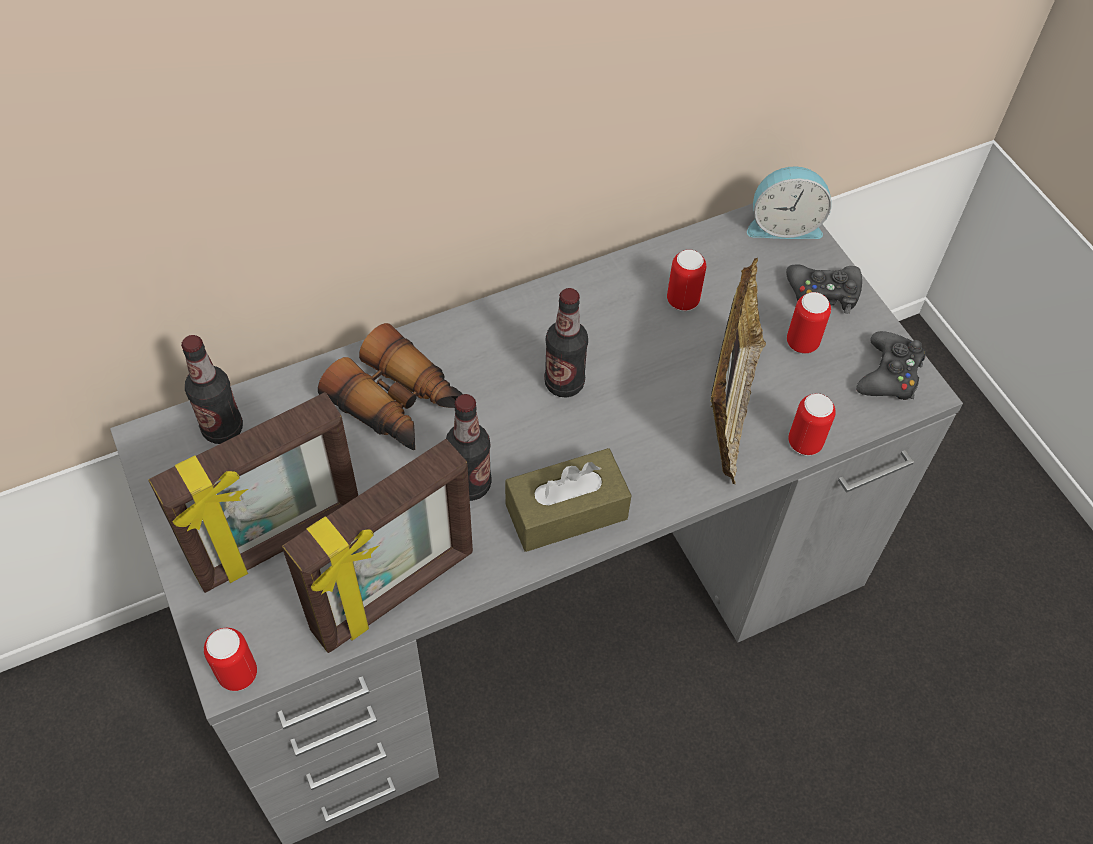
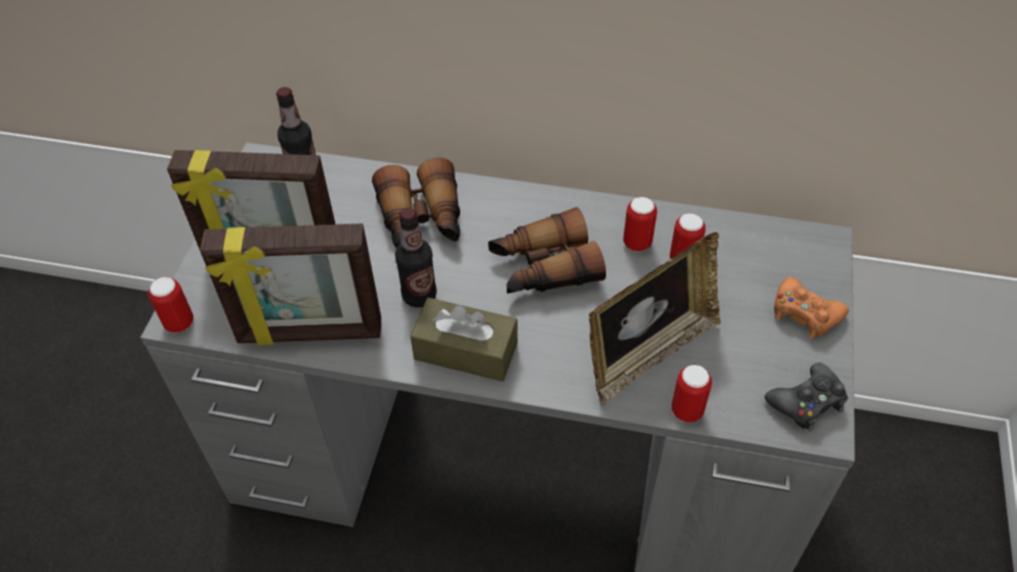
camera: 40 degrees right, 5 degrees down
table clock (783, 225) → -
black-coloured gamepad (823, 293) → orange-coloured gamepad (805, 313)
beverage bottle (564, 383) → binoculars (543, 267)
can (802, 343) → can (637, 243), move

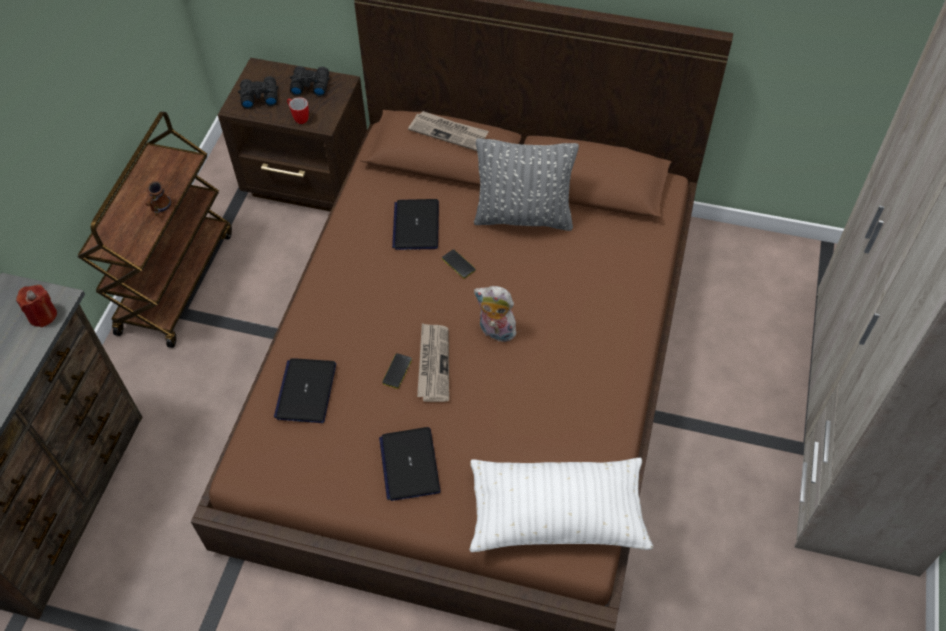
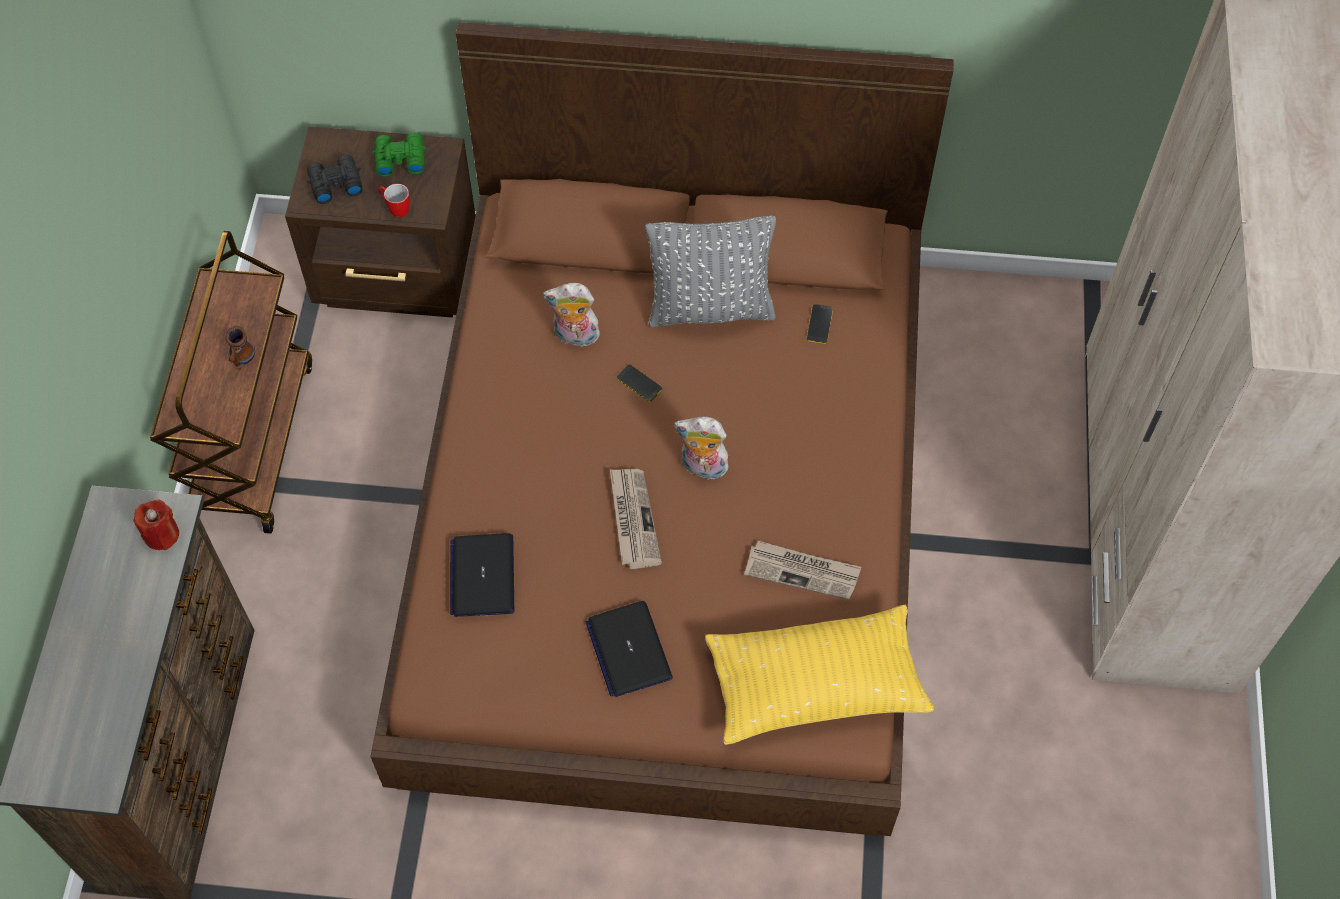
camera: 10 degrees left, 5 degrees up
black-coloured binoculars (309, 85) → greenish binoculars (399, 159)
printed paper (449, 132) → printed paper (802, 571), move
portable computer (416, 225) → plush toy (575, 337)
handset (397, 371) → handset (819, 324), move
whitish throw pillow (557, 514) → yellow-coloured throw pillow (815, 685)

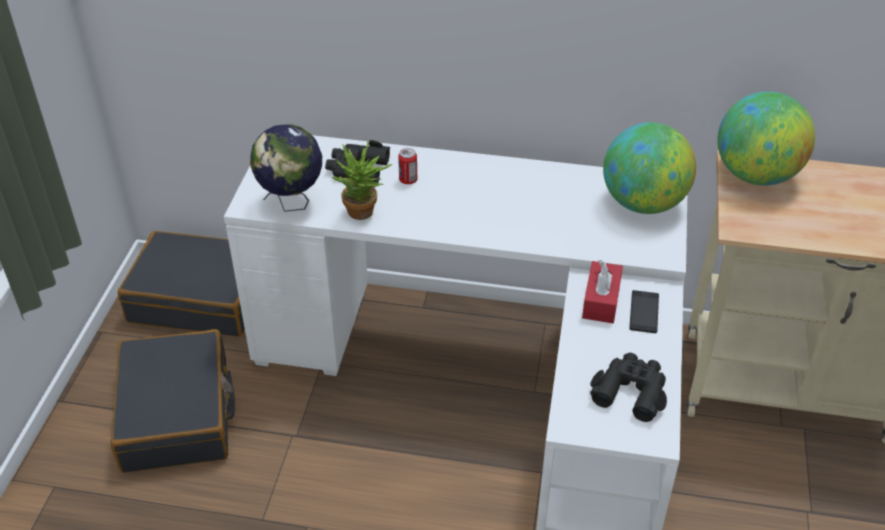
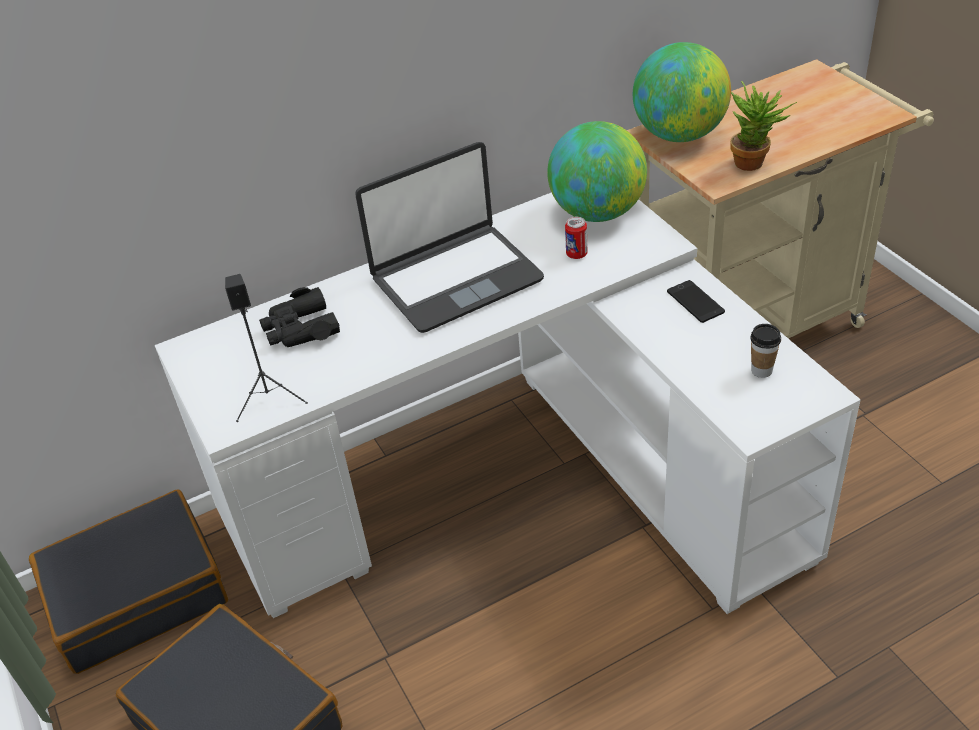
camera: 35 degrees left, 0 degrees up
globe (291, 203) → black-coloured loudspeaker (270, 398)
plant in a pot (364, 214) → plant in a pot (754, 163), move
can (408, 180) → can (576, 254), move
red-coloured tissue holder (601, 301) → -
black-coloured binoculars (630, 391) → drinking cup (761, 370)
- → portable computer (455, 279)

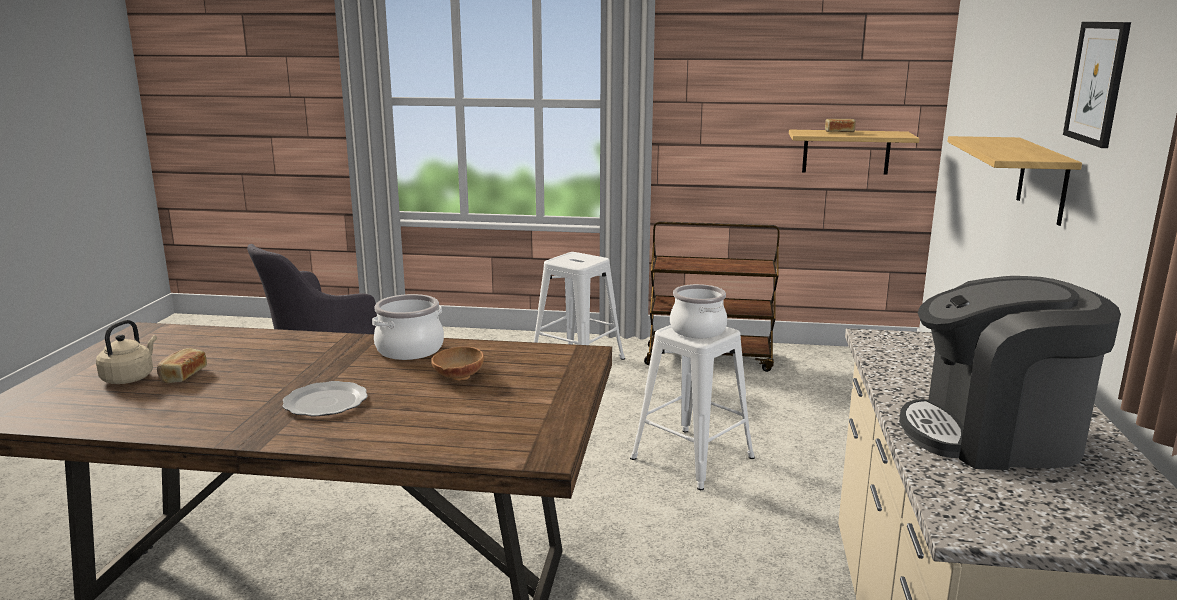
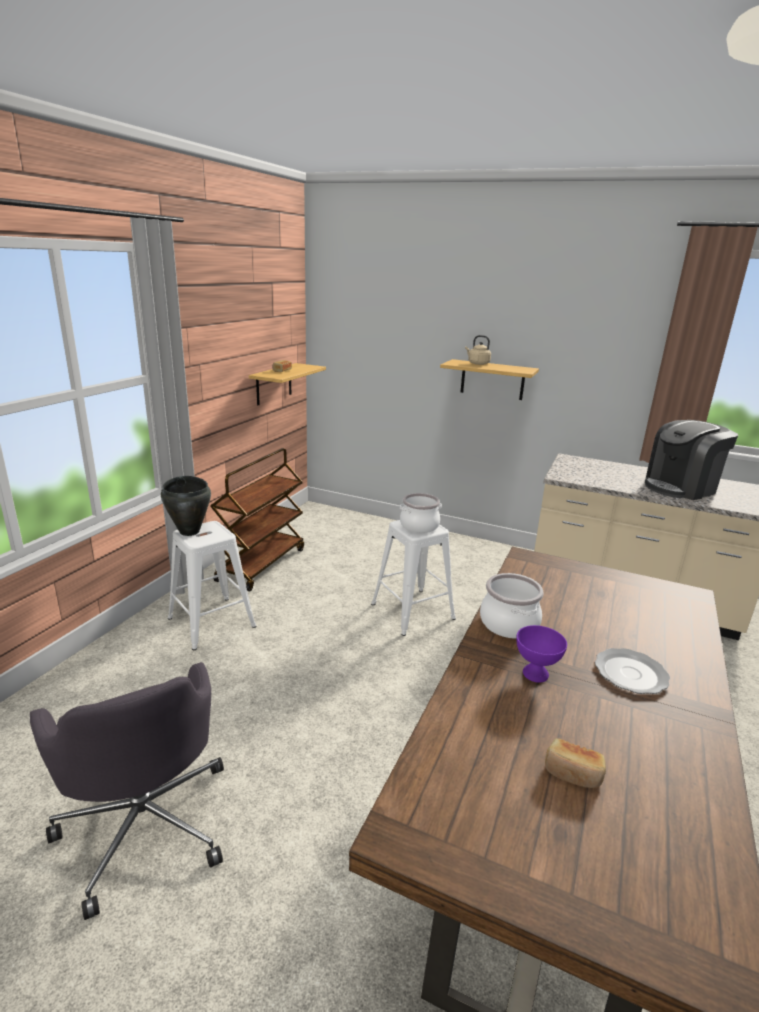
camera: 75 degrees left, 5 degrees up
wall picture (1097, 82) → -
coffee brewer (995, 436) → coffee brewer (681, 487), 45 degrees clockwise
beige tea kettle (130, 378) → beige tea kettle (477, 363), move
brown-coloured serving bowl (457, 377) → -
- → black-coloured saucepot (190, 531)
- → purple-coloured serving bowl (535, 674)

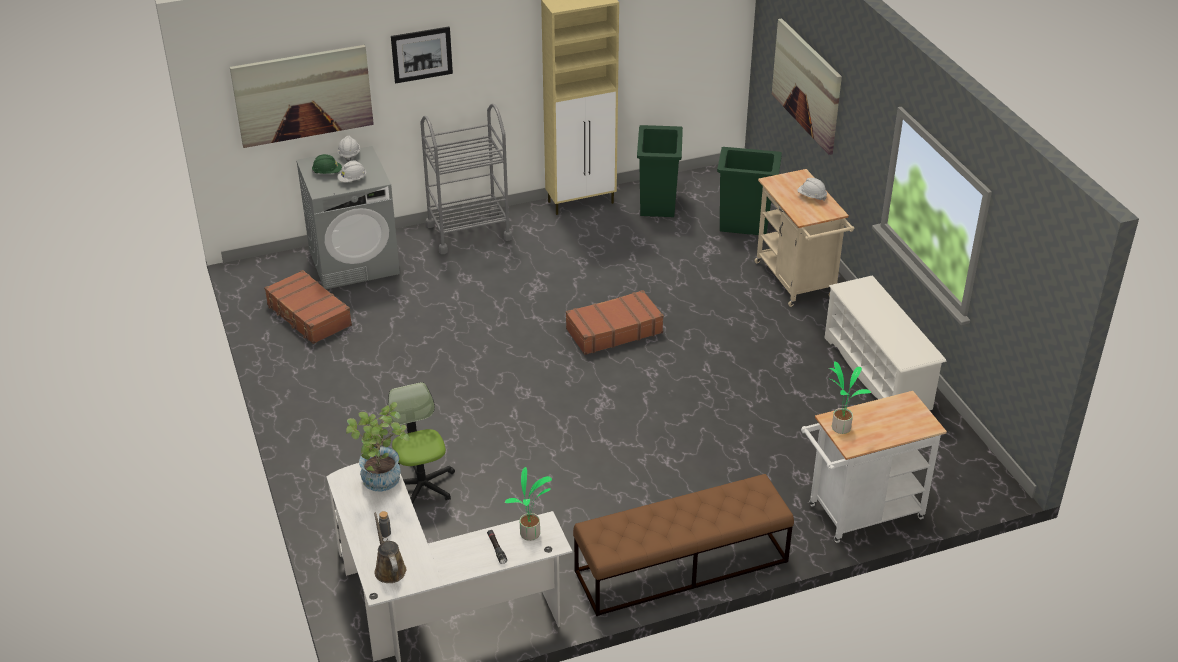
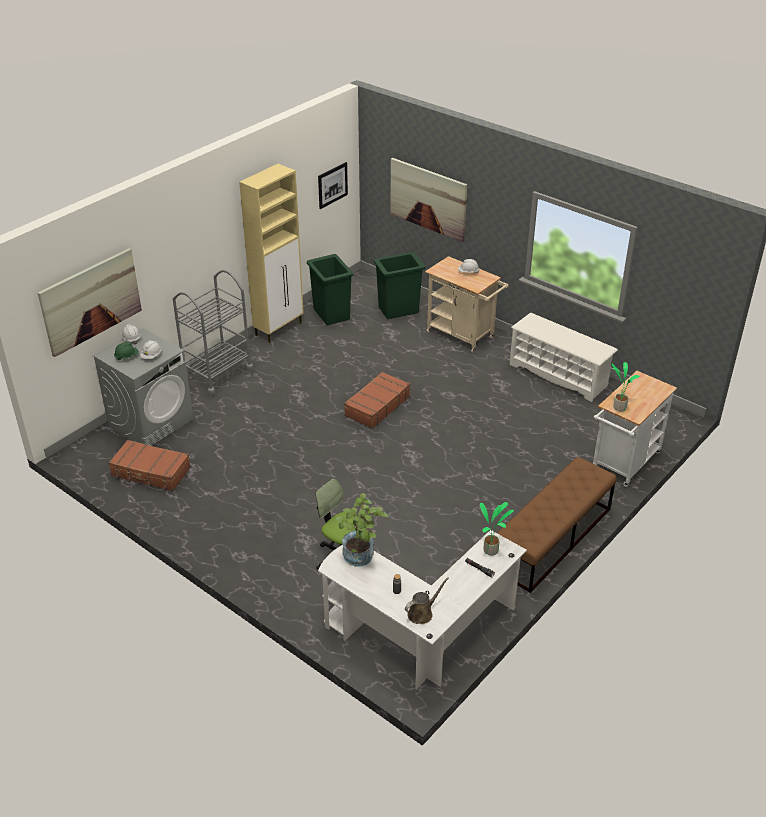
camera: 30 degrees left, 0 degrees up
wall picture (421, 54) → wall picture (332, 185), move
brown-coloured sprinkling can (389, 568) → brown-coloured sprinkling can (422, 613), 105 degrees clockwise

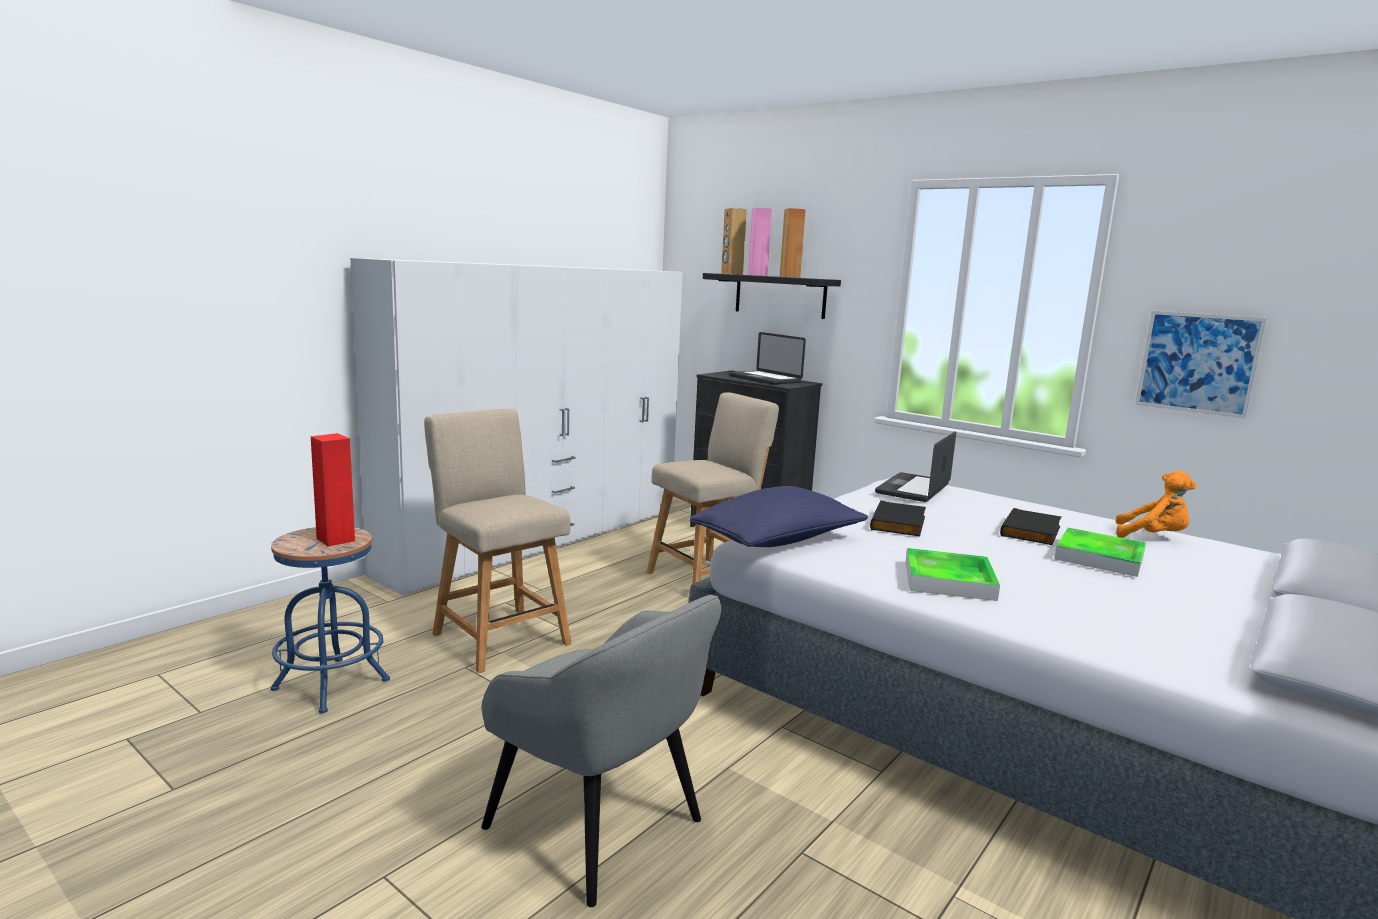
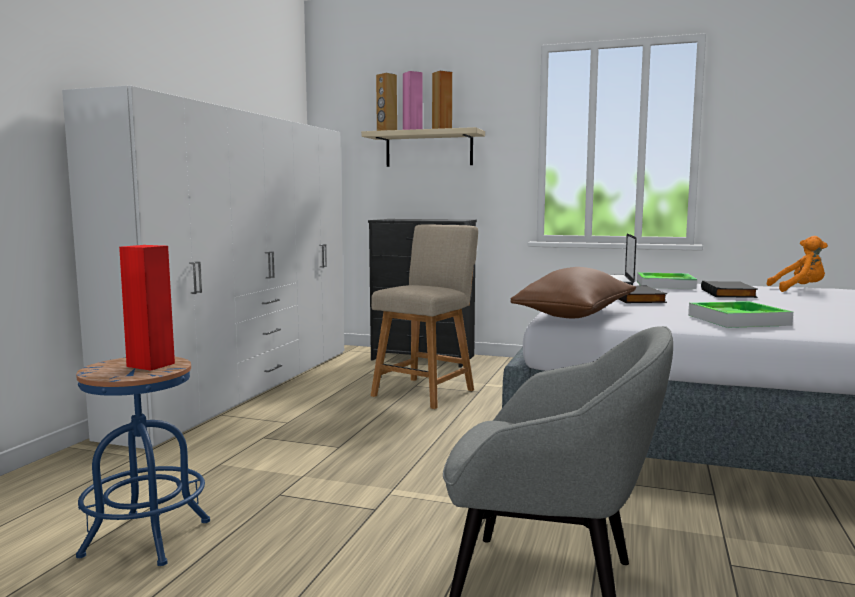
camera: 20 degrees left, 5 degrees down
black-coloured bracket shelf (780, 296) → beige bracket shelf (429, 149)
wall picture (1198, 363) → -
portable computer (764, 379) → -
beige chair (498, 636) → -
blue throw pillow (778, 541) → brown-coloured throw pillow (576, 316)
serving tray (1099, 557) → serving tray (665, 285), move

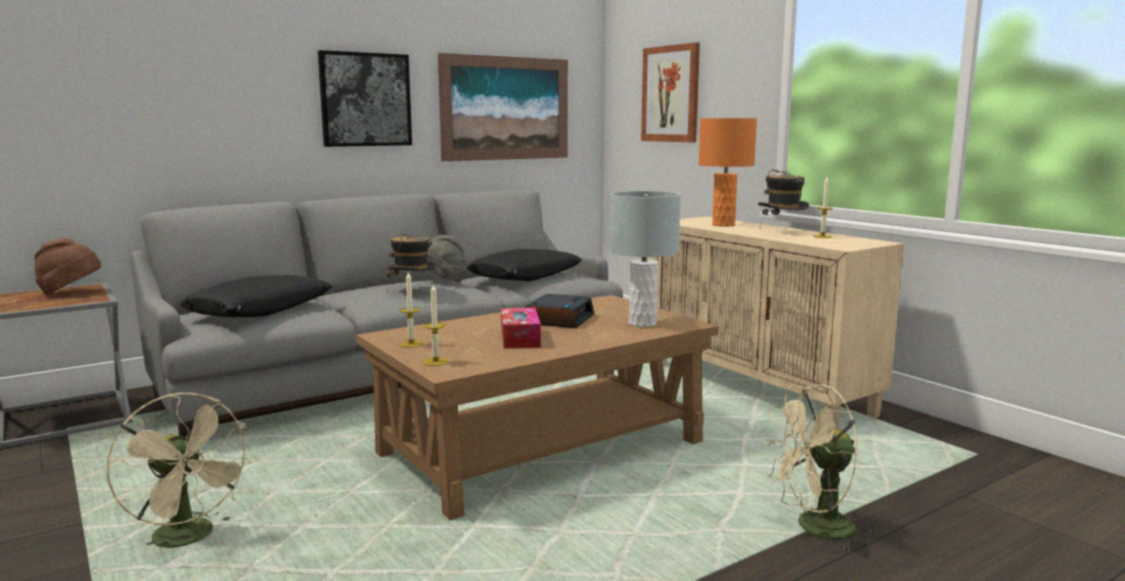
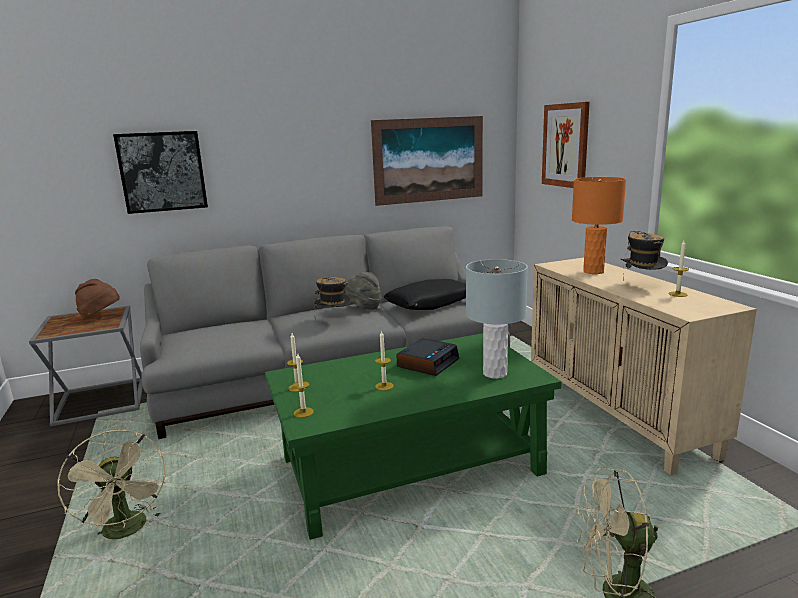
camera: 15 degrees right, 5 degrees up
wall picture (365, 99) → wall picture (162, 171), move
black-coloured throw pillow (260, 310) → -
brown-coloured lounge table (542, 447) → greenish lounge table (411, 465)
tissue holder (520, 338) → candle (384, 386)

